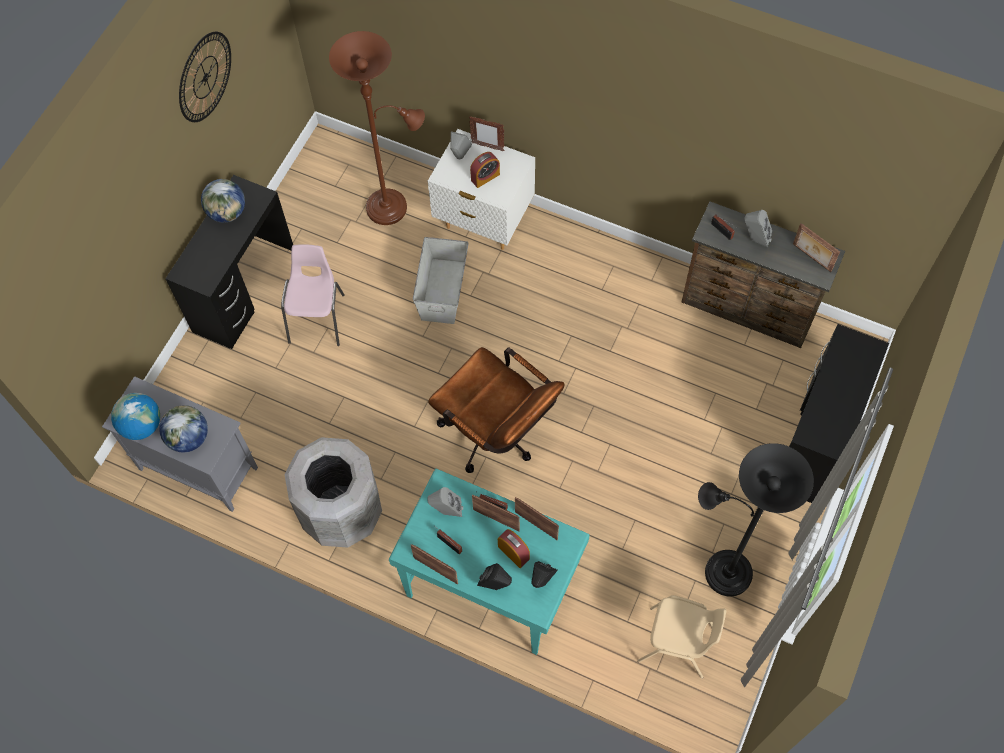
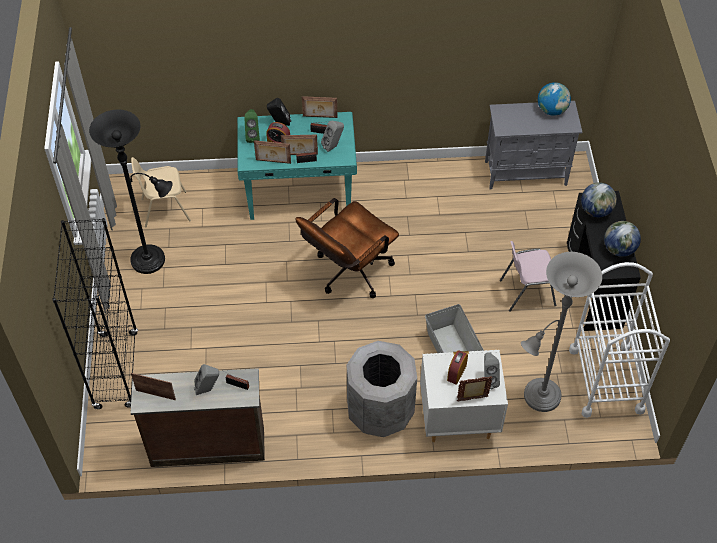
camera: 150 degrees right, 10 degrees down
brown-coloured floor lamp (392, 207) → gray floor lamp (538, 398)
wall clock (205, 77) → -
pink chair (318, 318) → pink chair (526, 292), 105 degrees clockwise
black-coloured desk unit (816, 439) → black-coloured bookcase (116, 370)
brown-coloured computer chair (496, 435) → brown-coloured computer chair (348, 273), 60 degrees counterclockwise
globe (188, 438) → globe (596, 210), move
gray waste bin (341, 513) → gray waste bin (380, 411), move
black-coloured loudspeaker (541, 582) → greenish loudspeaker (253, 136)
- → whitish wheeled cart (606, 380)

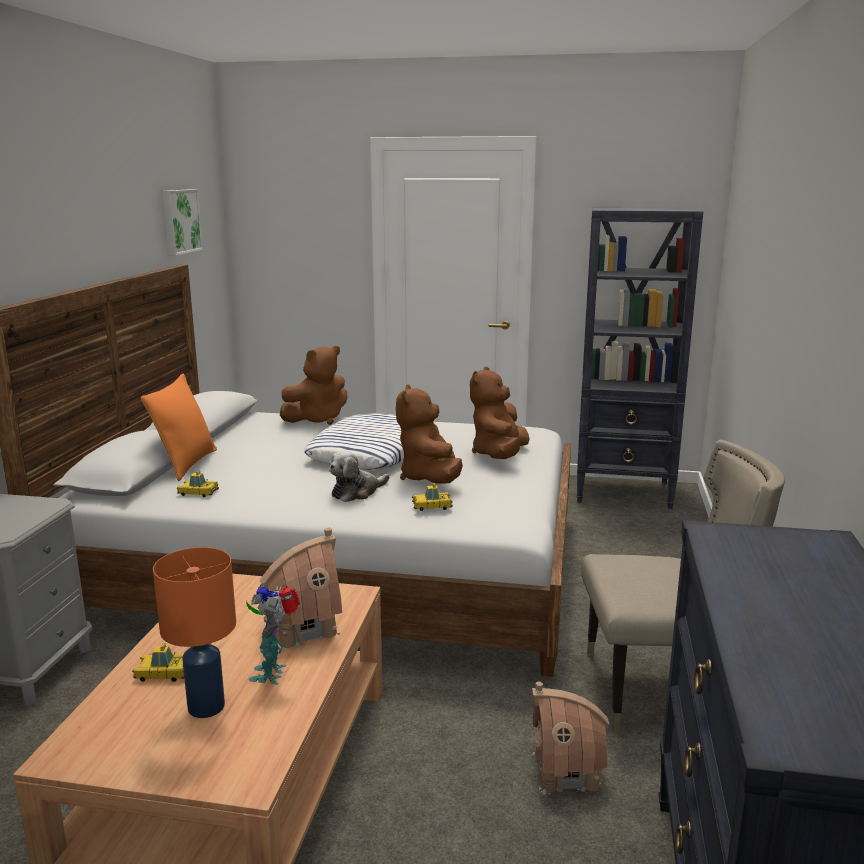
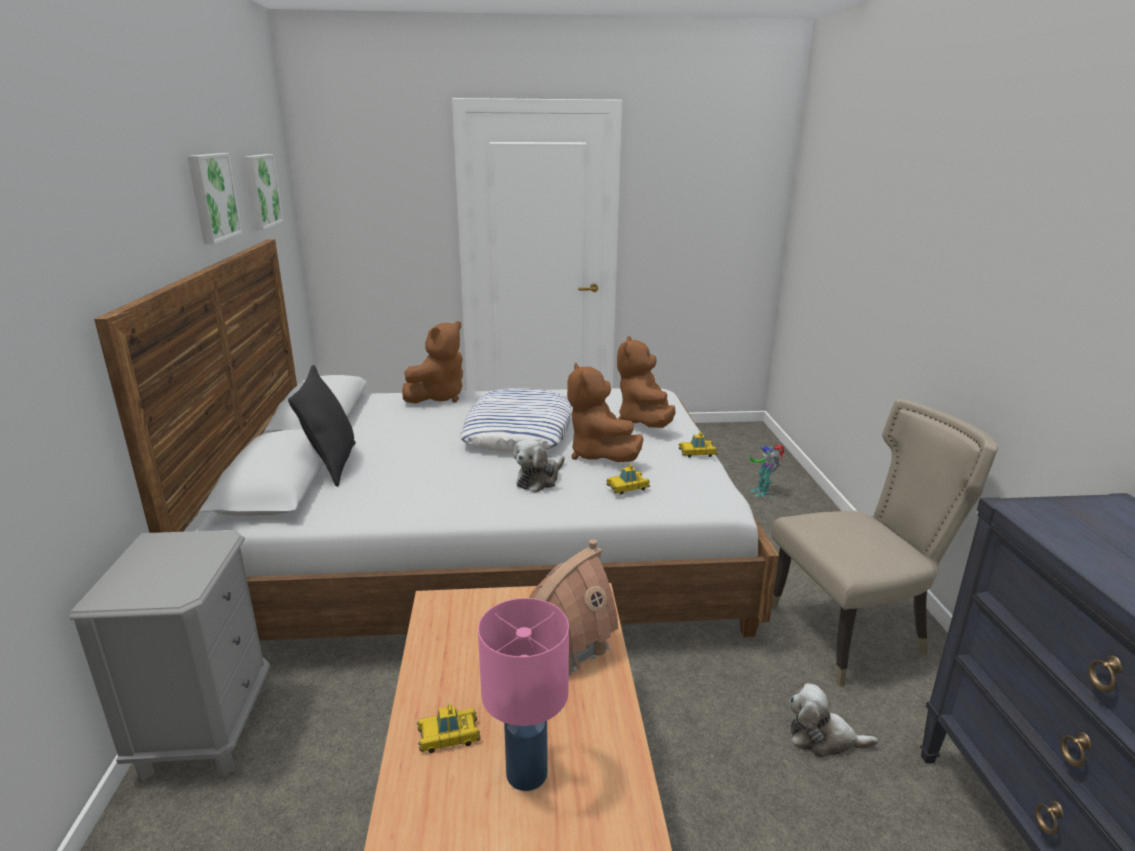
camera: 15 degrees left, 5 degrees up
black-coloured bookcase (624, 492) → -
orange-coloured throw pillow (186, 464) → black-coloured throw pillow (332, 464)
toy car (198, 492) → toy car (697, 453), move
orange-coloured tabletop lamp (207, 707) → pink tabletop lamp (528, 773)
model robot (273, 673) → model robot (762, 492), move
miniature house (566, 772) → plush toy (823, 738)
- → wall picture (211, 197)

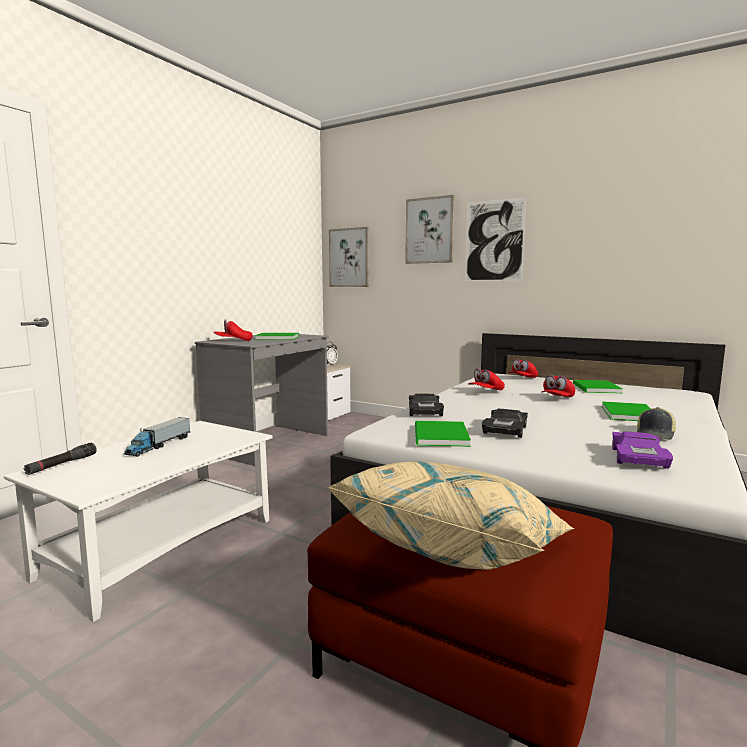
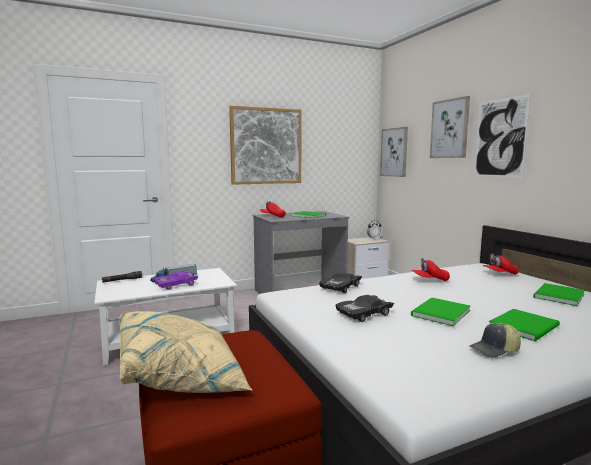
camera: 35 degrees right, 0 degrees up
red-coloured baseball cap (557, 399) → -
greenish bound book (439, 436) → greenish bound book (438, 313), move
purple-coloured toy car (638, 458) → purple-coloured toy car (176, 285), move
- → wall picture (266, 146)

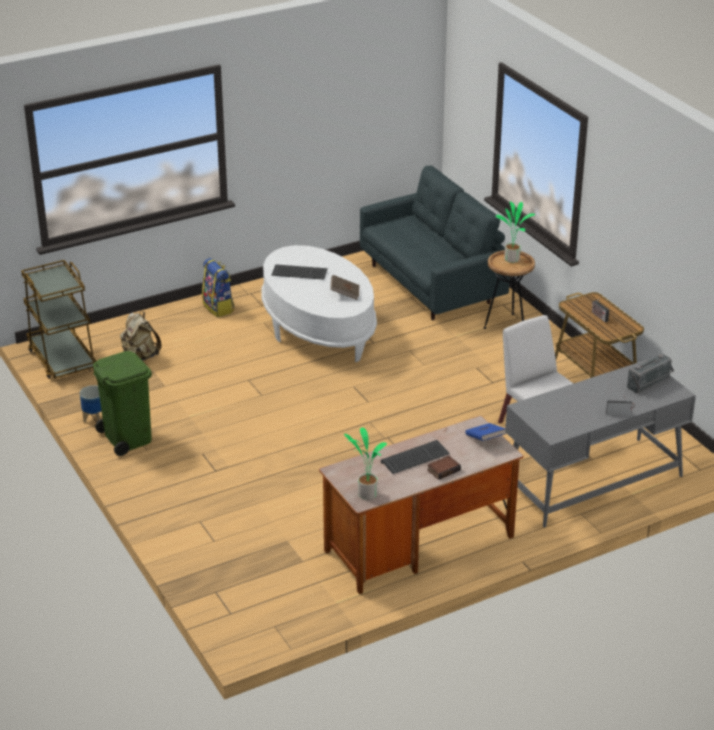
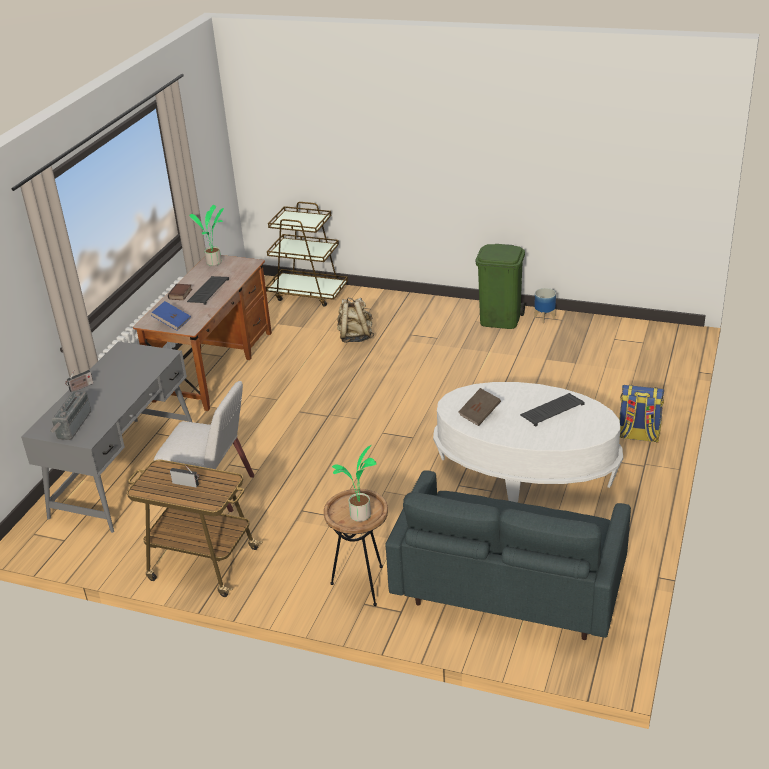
camera: 140 degrees right, 0 degrees up
brown-coloured wheeled cart (62, 360) → brown-coloured wheeled cart (308, 293), move
beige knapsack (140, 356) → beige knapsack (355, 337), move

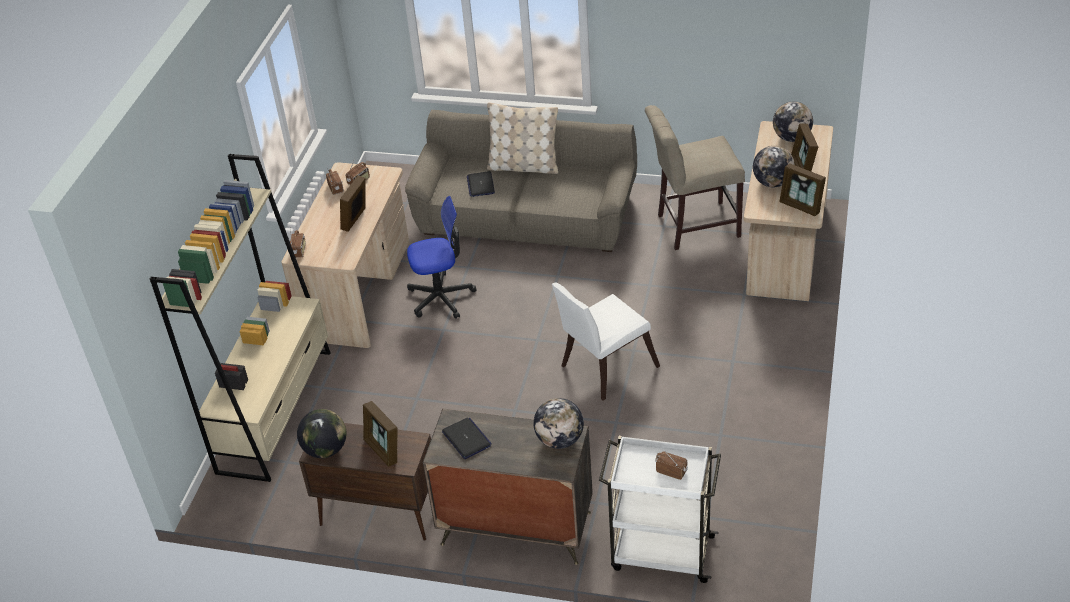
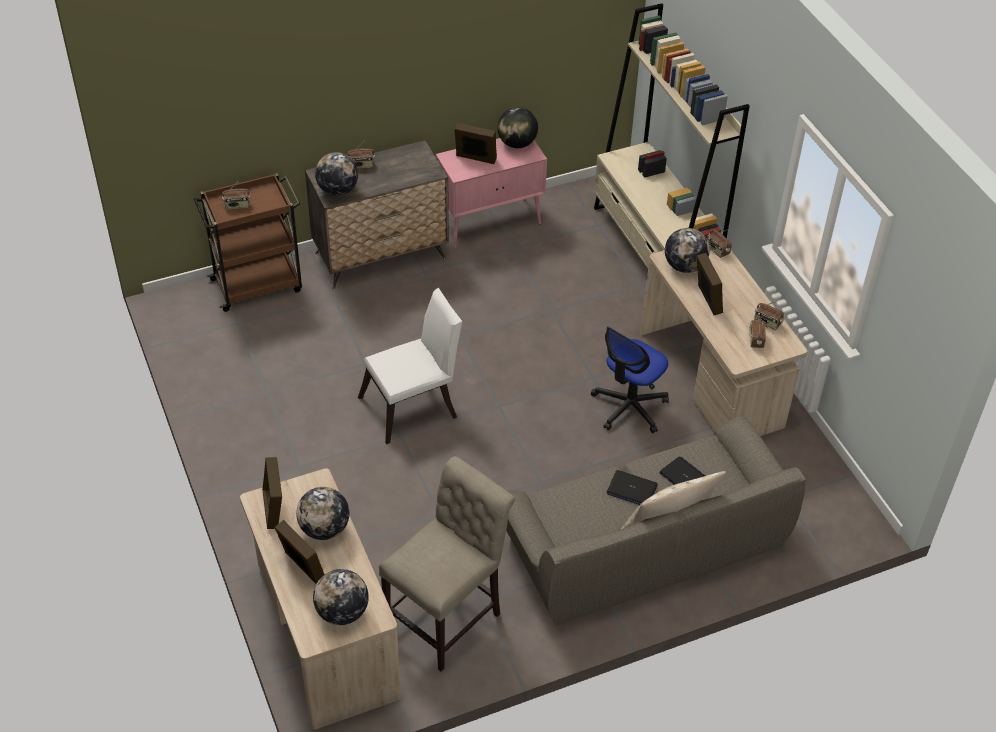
camera: 140 degrees right, 5 degrees up
picture frame (801, 206) → picture frame (274, 509), 105 degrees counterclockwise
whitish chair (604, 368) → whitish chair (414, 406), 45 degrees clockwise
portable computer (467, 439) → portable computer (631, 489), move
brown-coloured storage cabinet (378, 514) → pink storage cabinet (491, 222)
whitish wheeled cart (660, 552) → brown-coloured wheeled cart (258, 284)
- → radio (361, 165)
- → globe (684, 266)

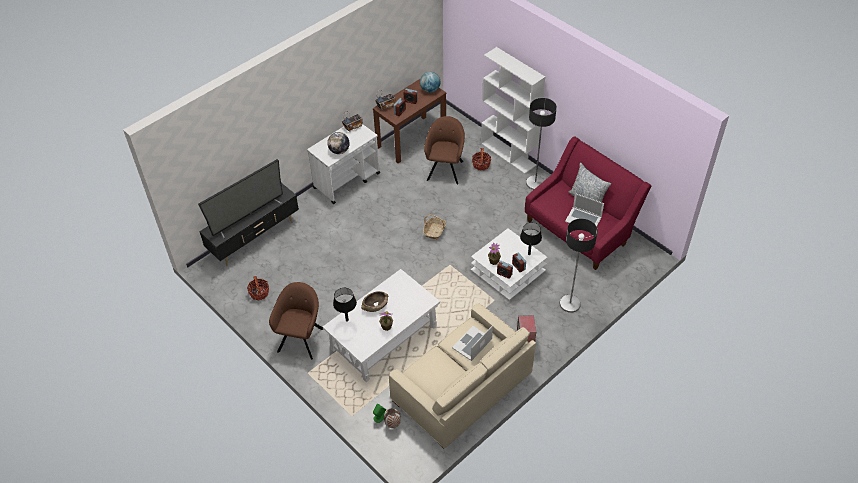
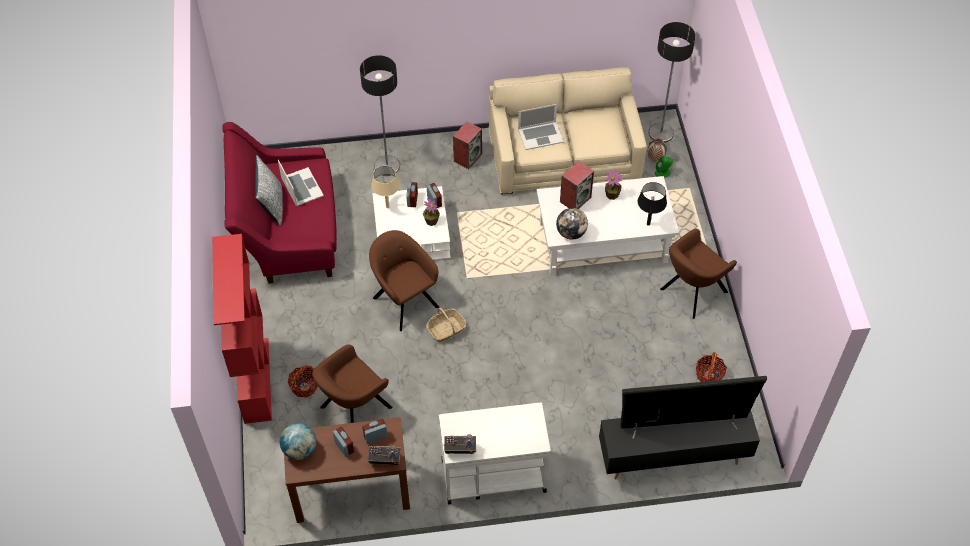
camera: 145 degrees left, 5 degrees up
whitish bookcase (508, 154) → red-coloured bookcase (256, 380)
floor lamp (535, 183) → floor lamp (661, 133), move
globe (339, 151) → globe (571, 233), move
black-coloured tabletop lamp (529, 254) → beige tabletop lamp (387, 207)
brown-coloured serving bowl (375, 305) → -
- → loudspeaker (575, 199)
- → brown-coloured armchair (404, 300)

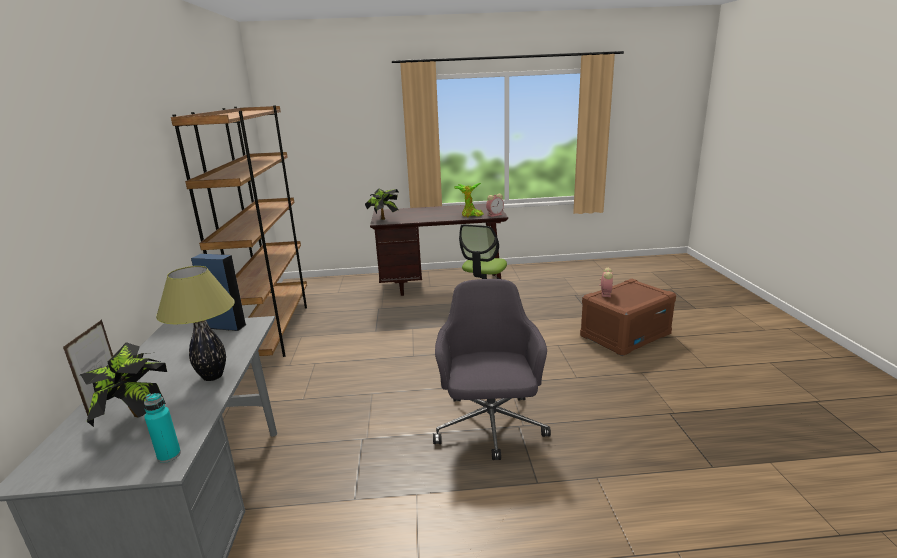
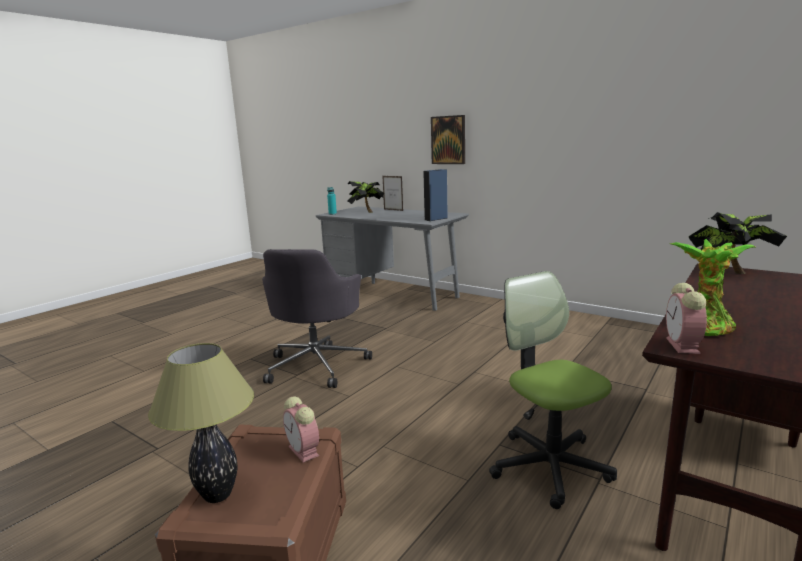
camera: 130 degrees right, 5 degrees down
brown-coloured bookcase (274, 331) → -
tabletop lamp (213, 376) → tabletop lamp (217, 495), move
gray computer chair (490, 427) → gray computer chair (317, 365), 60 degrees clockwise
- → wall picture (448, 140)

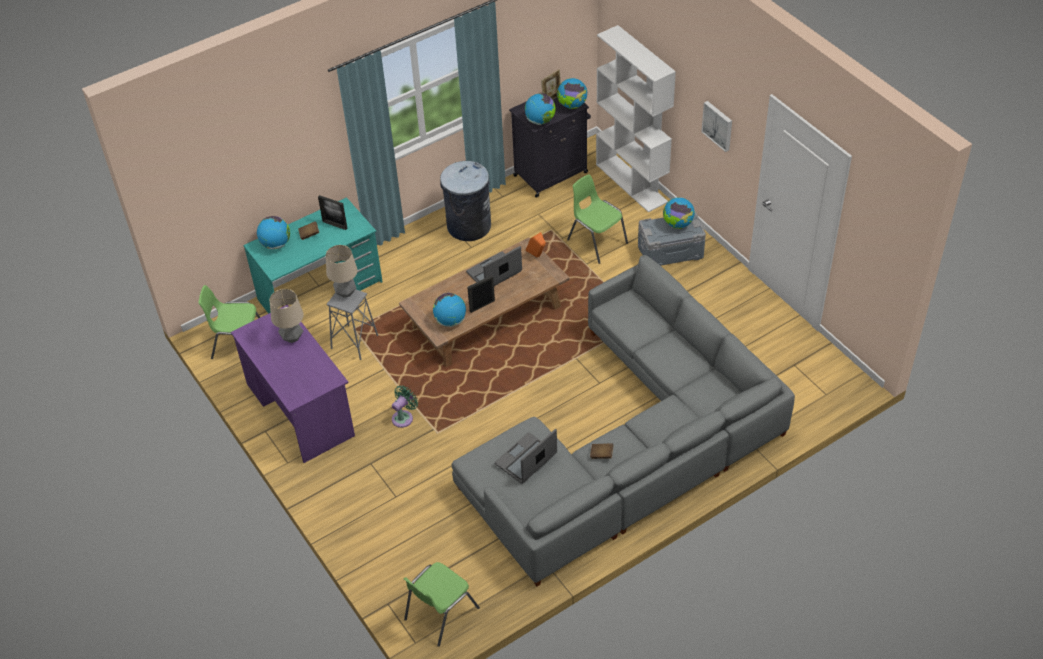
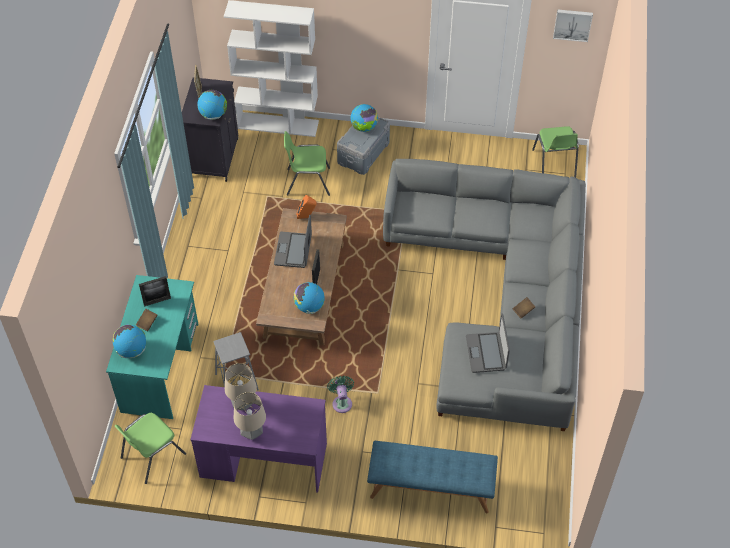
camera: 50 degrees left, 5 degrees up
globe (572, 105) → -
wall picture (718, 125) → wall picture (572, 24), move
gray waste bin (468, 226) → -
tabletop lamp (346, 293) → tabletop lamp (252, 433), move
greenish chair (440, 614) → greenish chair (554, 164), move
- → blue bench (430, 488)

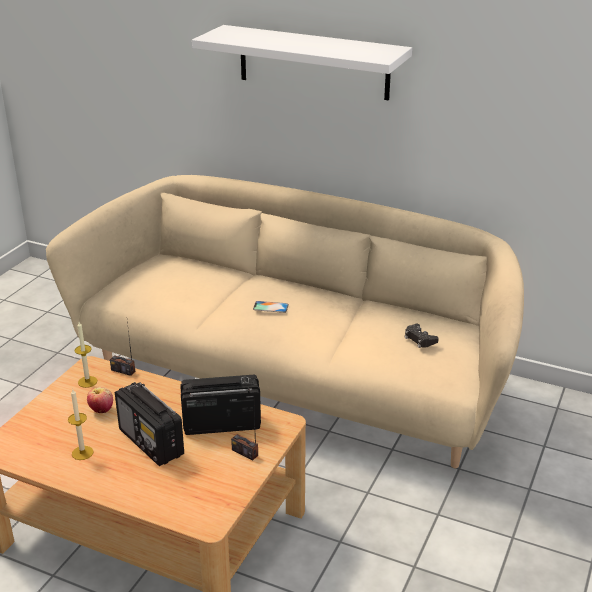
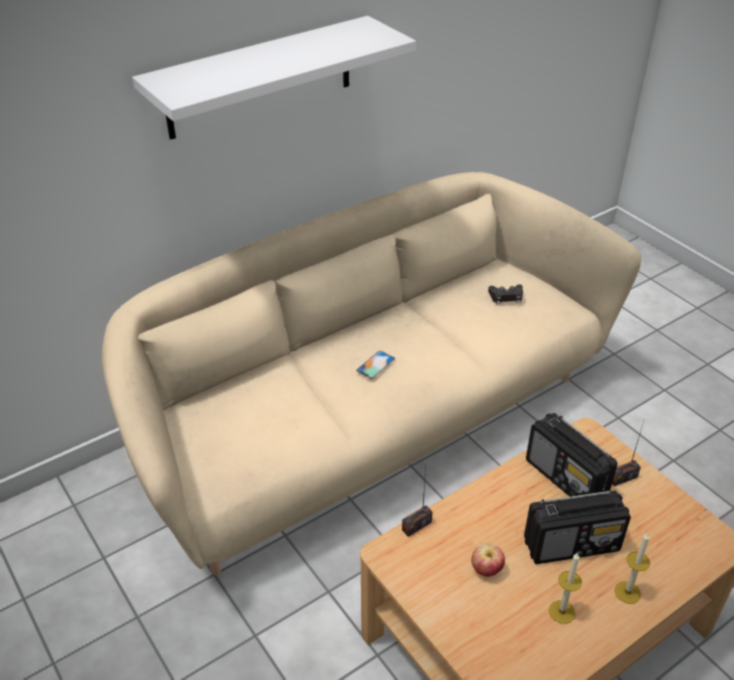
camera: 60 degrees left, 10 degrees up
candle (87, 381) → candle (627, 592), move
radio (221, 424) → radio (566, 479), 60 degrees counterclockwise

